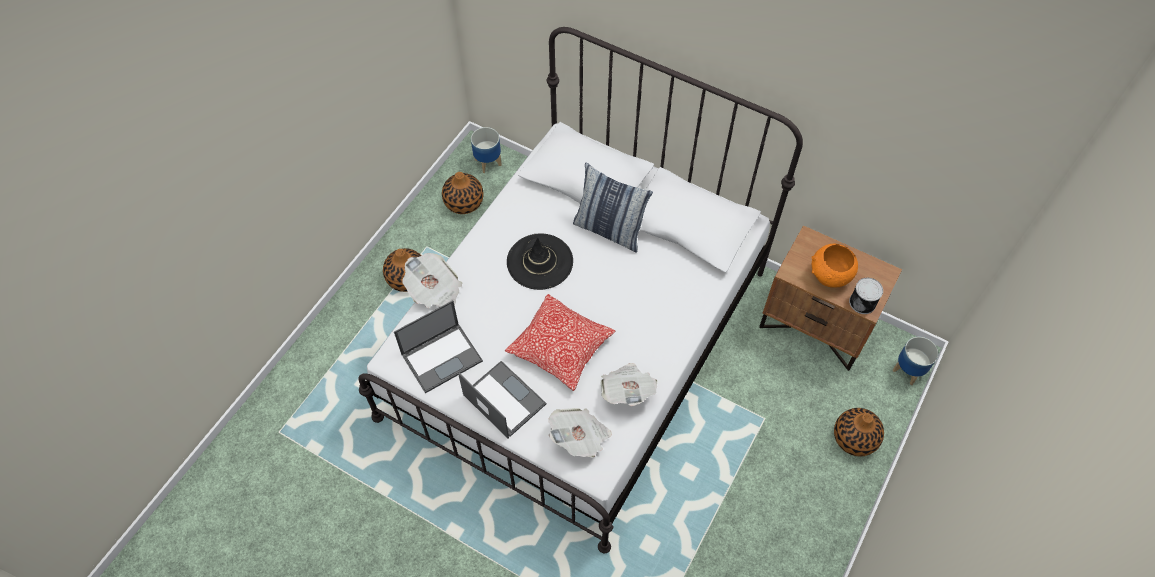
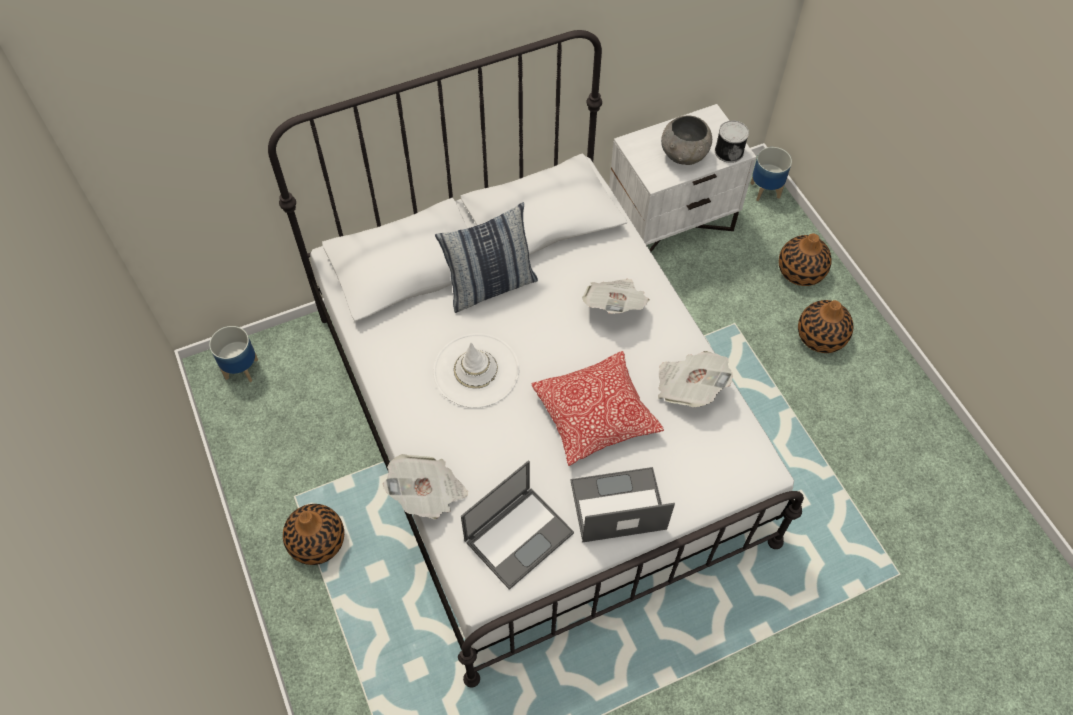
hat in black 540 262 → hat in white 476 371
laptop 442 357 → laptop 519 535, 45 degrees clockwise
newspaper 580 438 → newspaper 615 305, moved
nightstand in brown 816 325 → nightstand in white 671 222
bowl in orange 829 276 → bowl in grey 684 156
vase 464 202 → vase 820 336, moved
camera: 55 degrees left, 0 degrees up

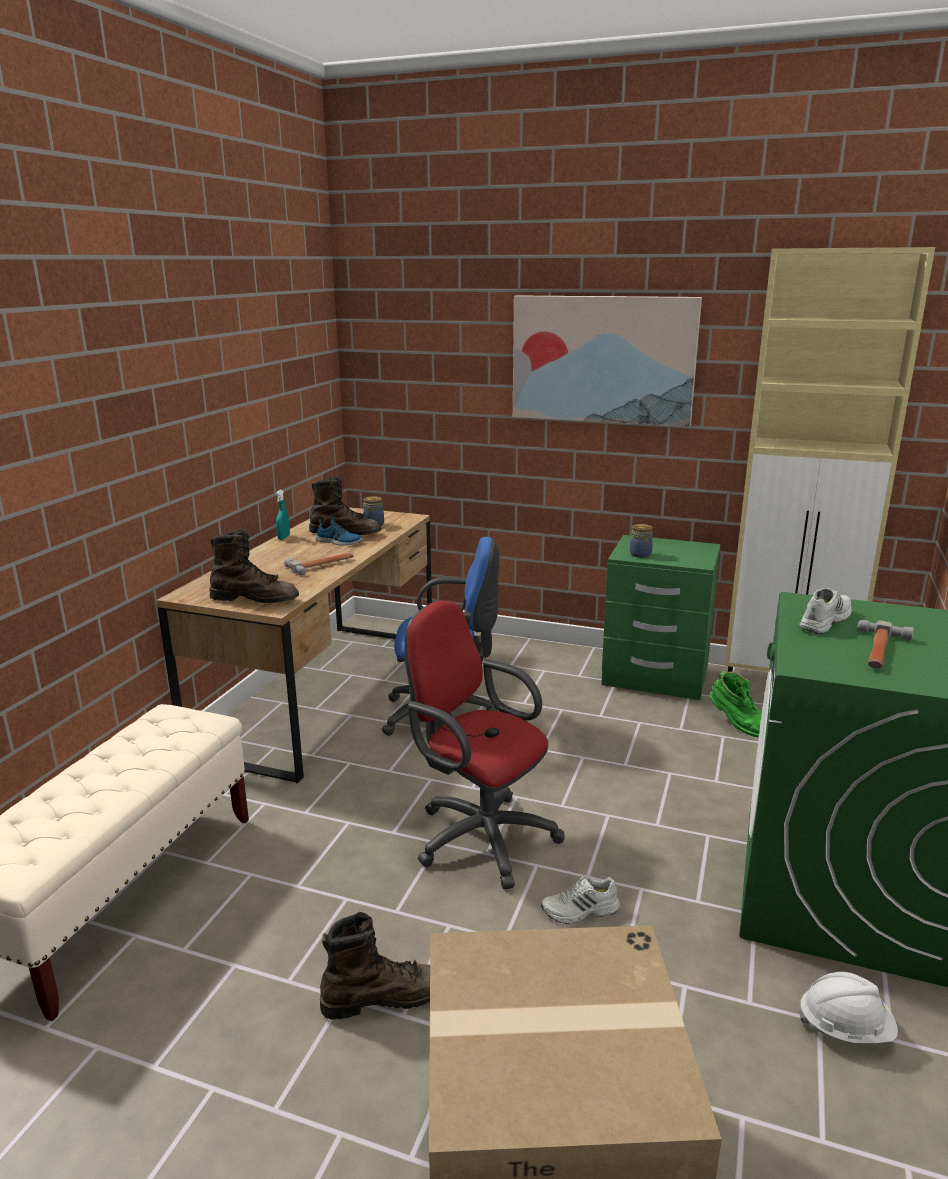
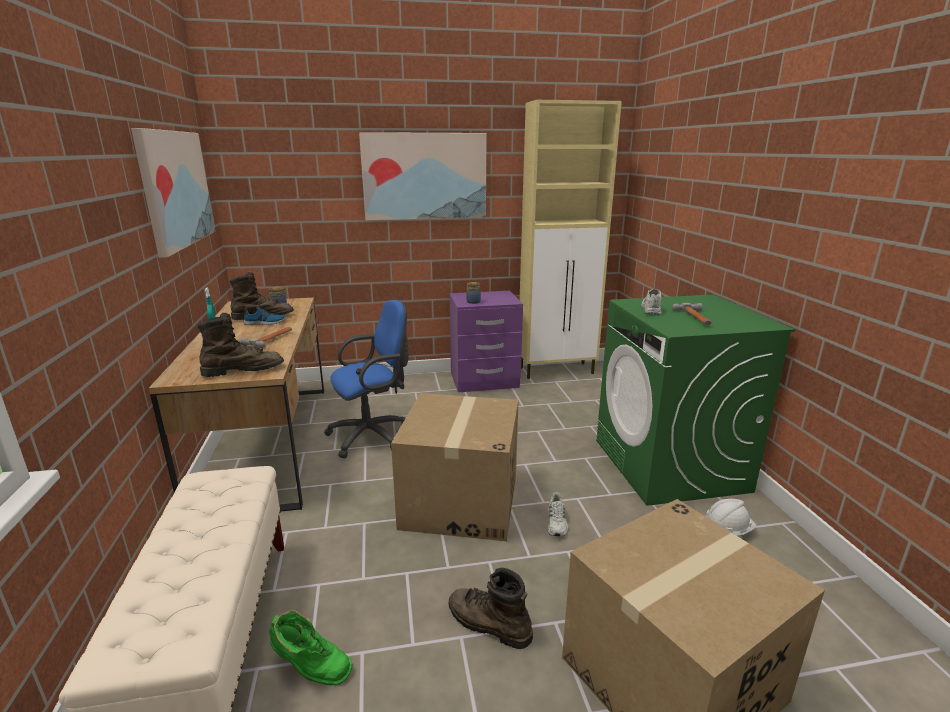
- → picture 175 188
boot in green 737 725 → boot in green 310 669, moved
office chair in red 479 835 → cardboard box 460 501
boot in brown 384 998 → boot in brown 488 624, 105 degrees counterclockwise
nightstand in green 655 677 → nightstand in purple 484 381
shoe in white 580 911 → shoe in white 557 523, 45 degrees counterclockwise
camera: 30 degrees left, 0 degrees up

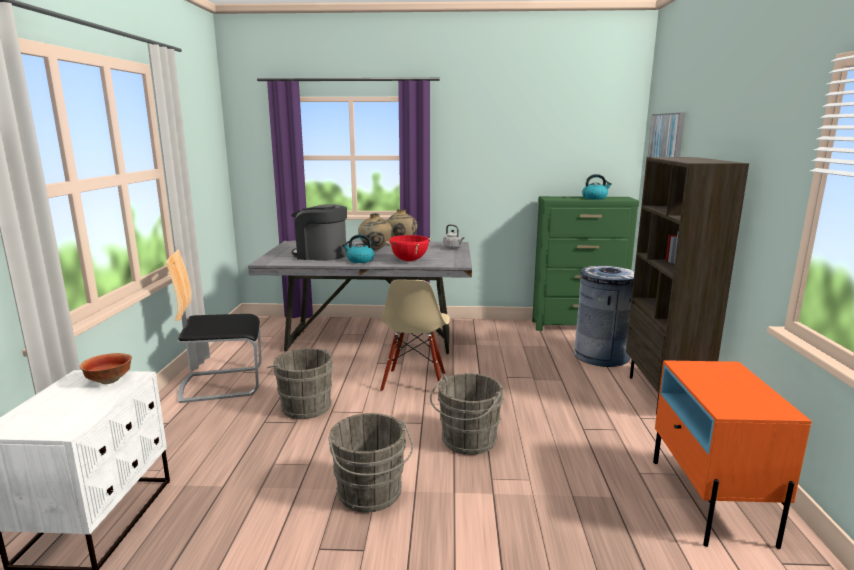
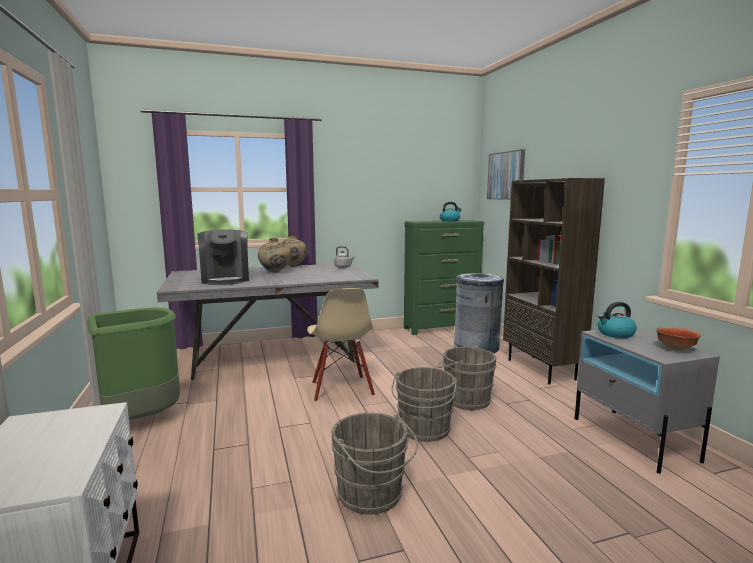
chair 222 384 → trash can in green 140 420
coffee machine 321 255 → coffee machine 226 279, 105 degrees counterclockwise
bucket in grey 304 406 → bucket in grey 464 399, moved
nightstand in orange 710 500 → nightstand in grey 634 439
kettle 359 260 → kettle 615 334, moved
bowl 109 380 → bowl 675 348, moved
cooking pot in red 409 260 → -
camera: 20 degrees left, 5 degrees down

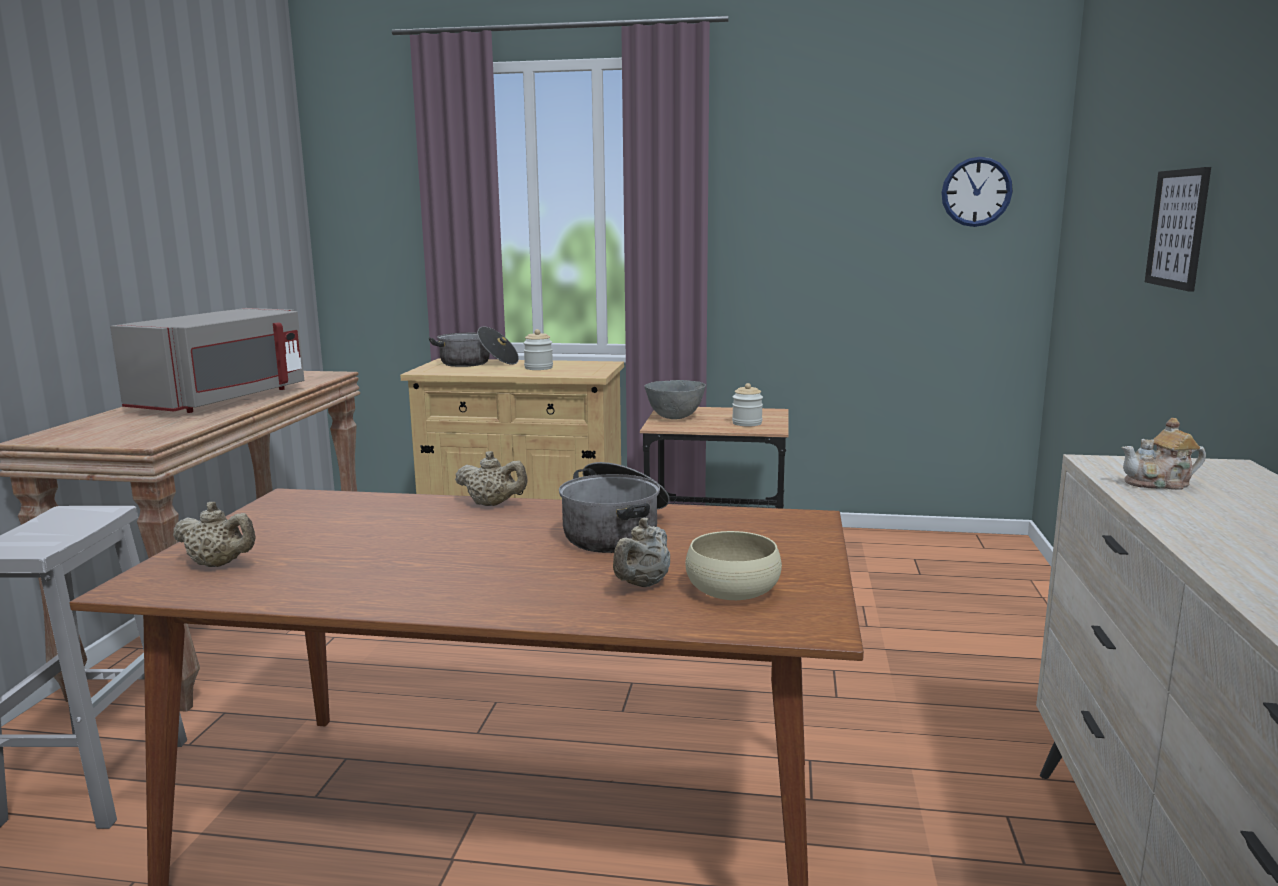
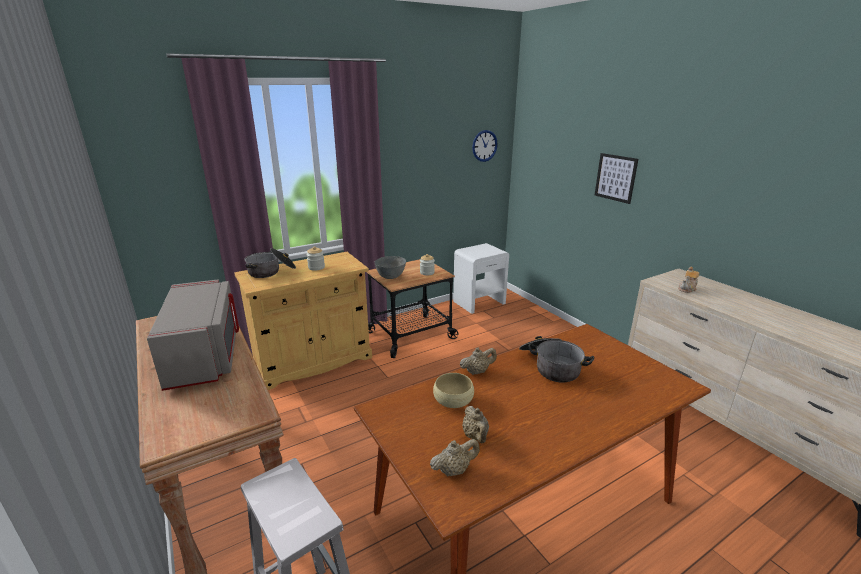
bowl in beige 732 590 → bowl in beige 453 400, moved
- → nightstand in white 479 302
teapot in beige 642 584 → teapot in beige 475 436, moved
camera: 40 degrees left, 10 degrees up

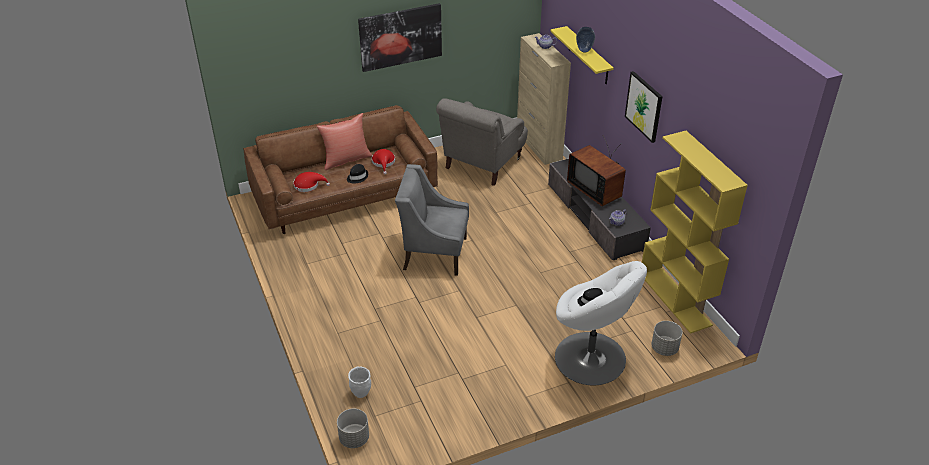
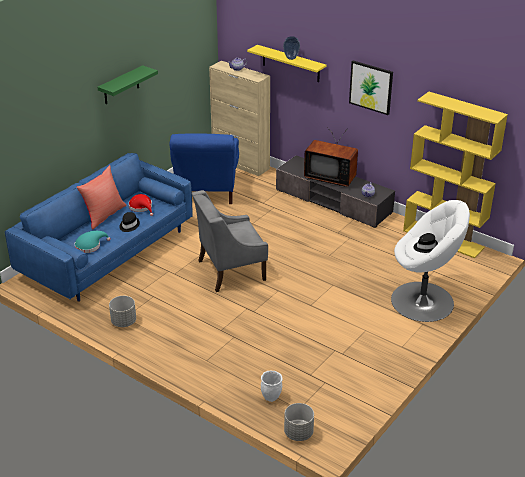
sofa in brown 344 196 → sofa in blue 107 252
hat in red 308 185 → hat in turquoise 90 246
picture 400 37 → shelf in green 121 85
planter in grey 664 348 → planter in grey 124 322, moved
armchair in grey 482 164 → armchair in blue 206 191
camera: 30 degrees left, 5 degrees down

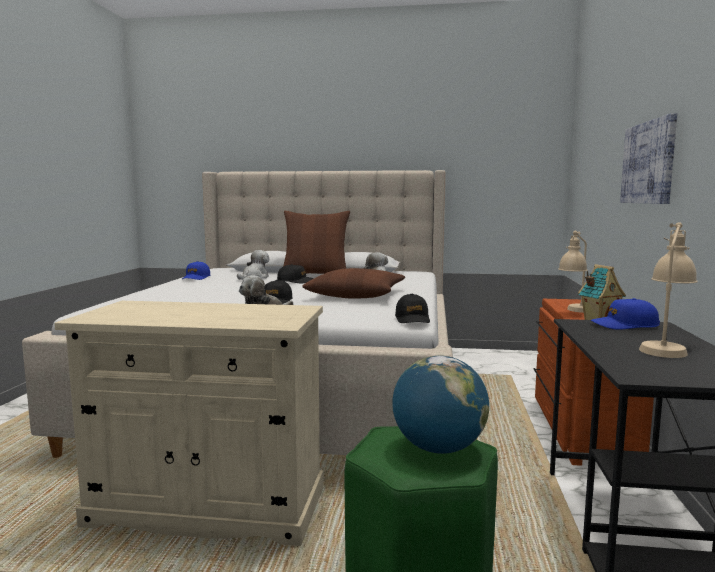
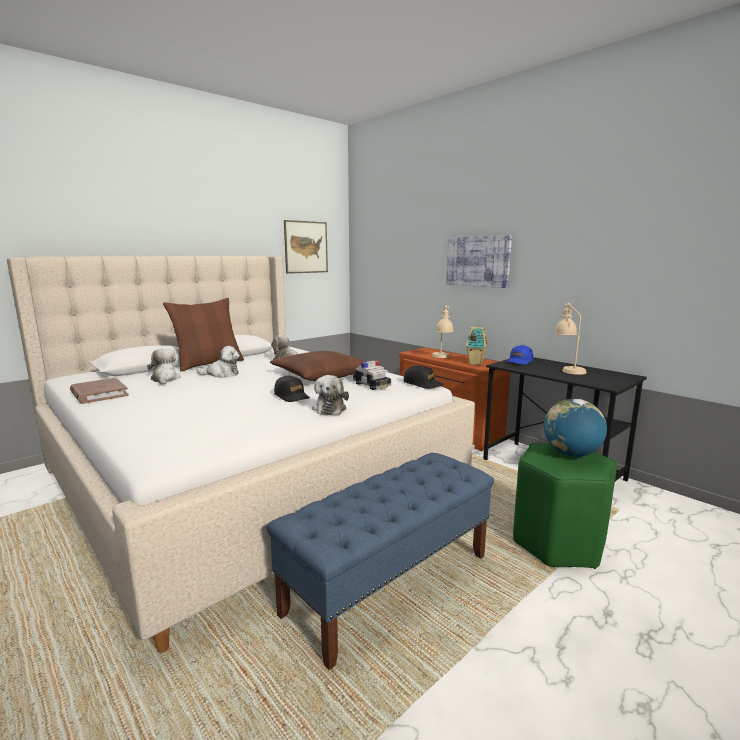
cap in blue 196 278 → book in brown 99 394
cap in black 296 281 → plush toy 222 374
cabinet in beige 207 507 → bench in blue 390 583
- → picture 306 247
- → toy car 371 385
camera: 50 degrees left, 5 degrees up

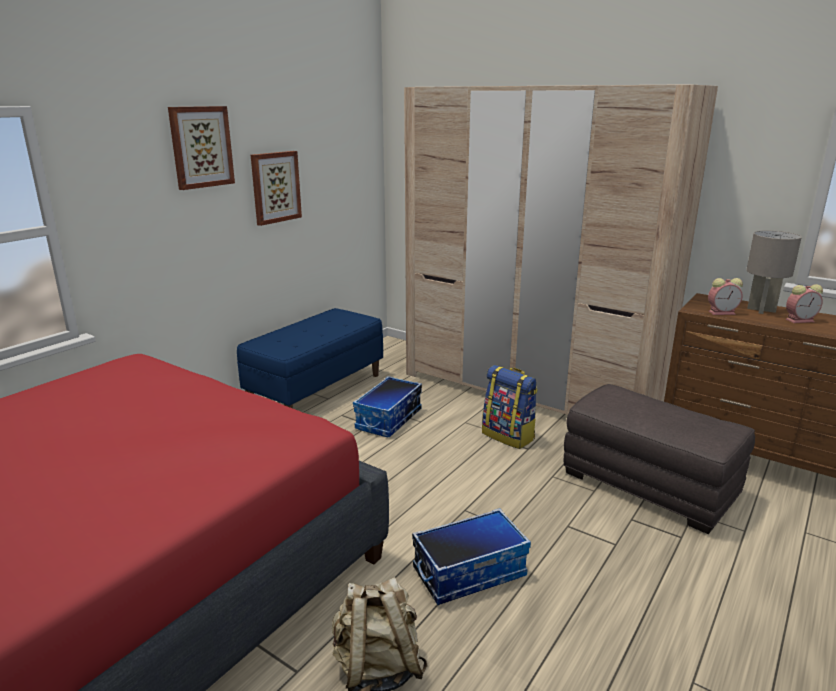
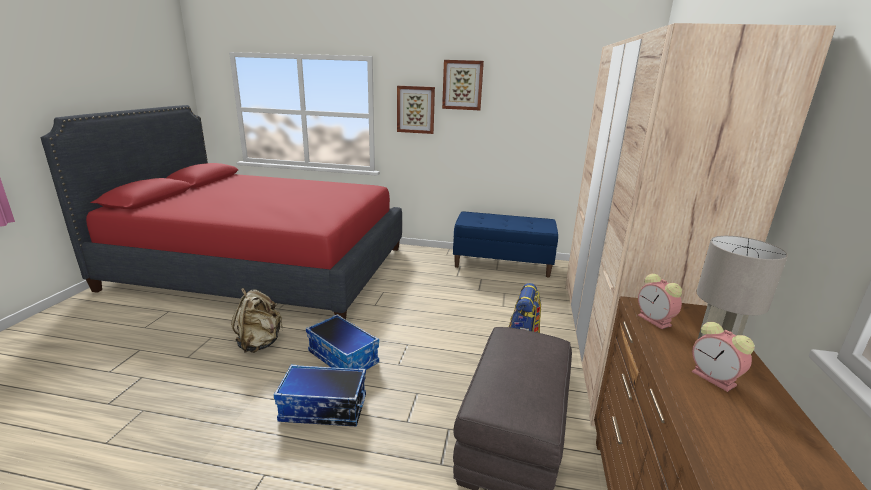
storage box 389 419 → storage box 323 409, moved
picture 275 187 → picture 415 109, moved
camera: 65 degrees right, 0 degrees up

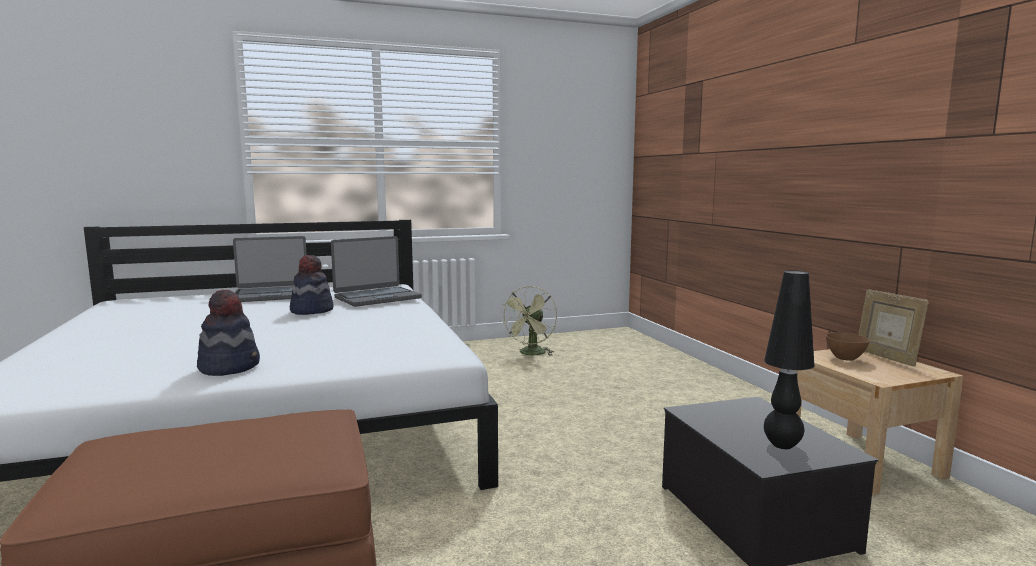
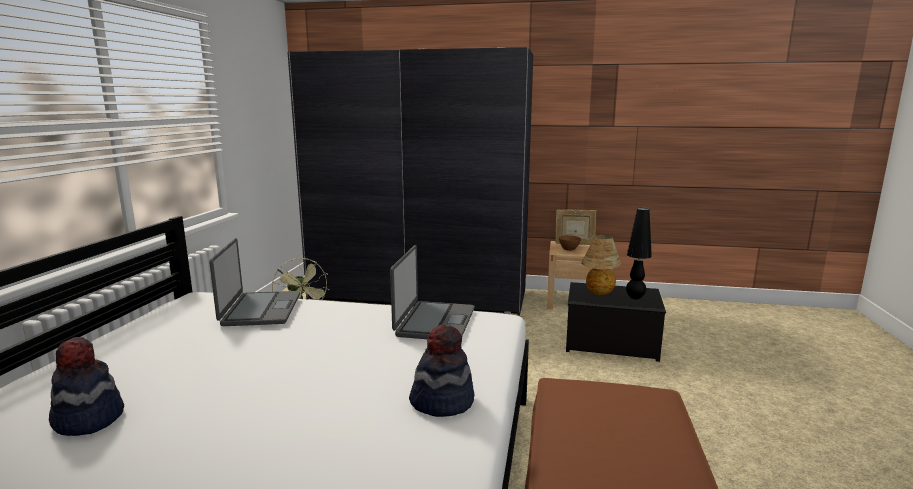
hat 311 310 → hat 88 419, moved
- → wardrobe in grey 418 295
laptop 272 295 → laptop 434 322, moved
- → table lamp 599 294
camera: 60 degrees left, 5 degrees up

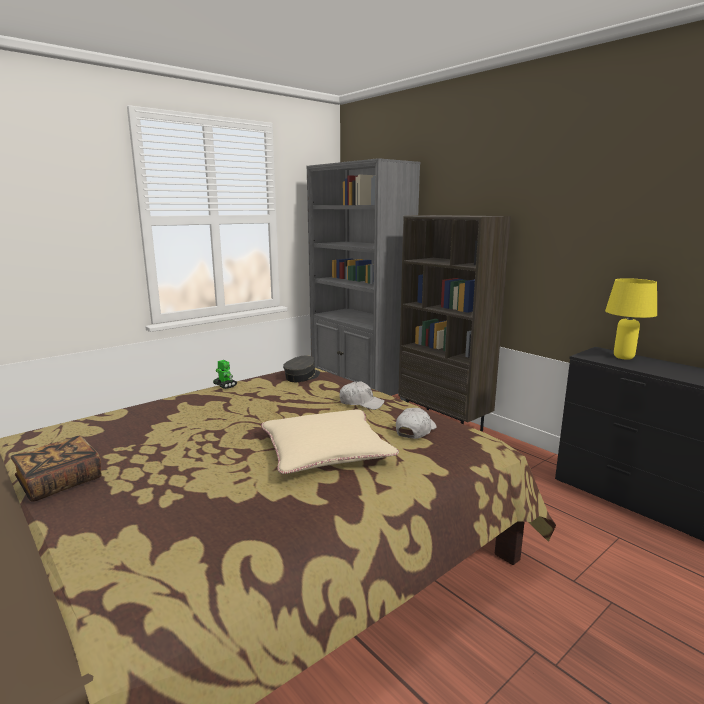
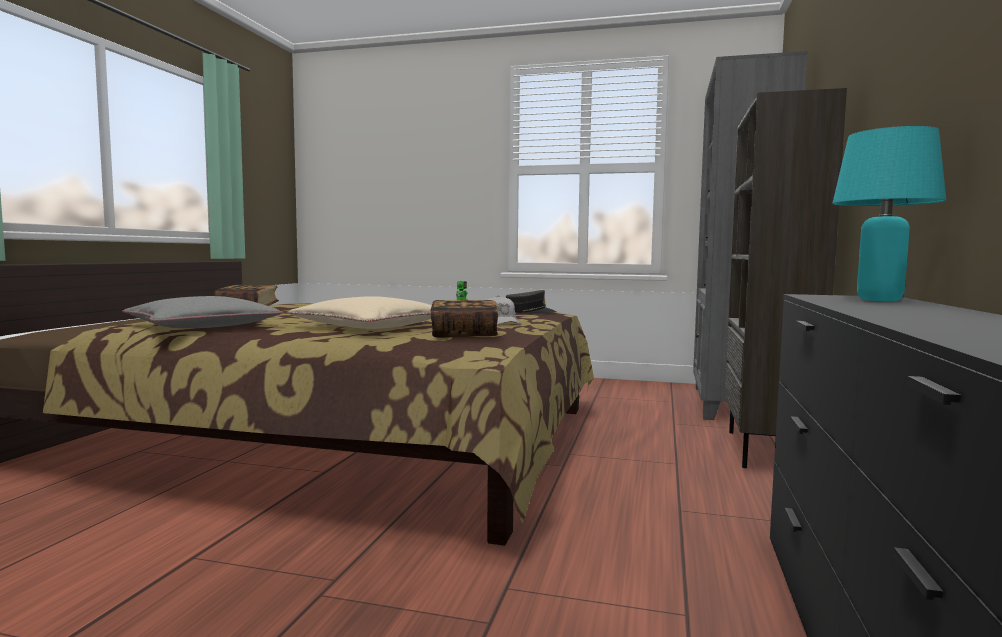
- → pillow in grey 204 326
cap in white 415 430 → book 464 335
table lamp in yellow 623 357 → table lamp in turquoise 878 300
camera: 55 degrees right, 10 degrees down

